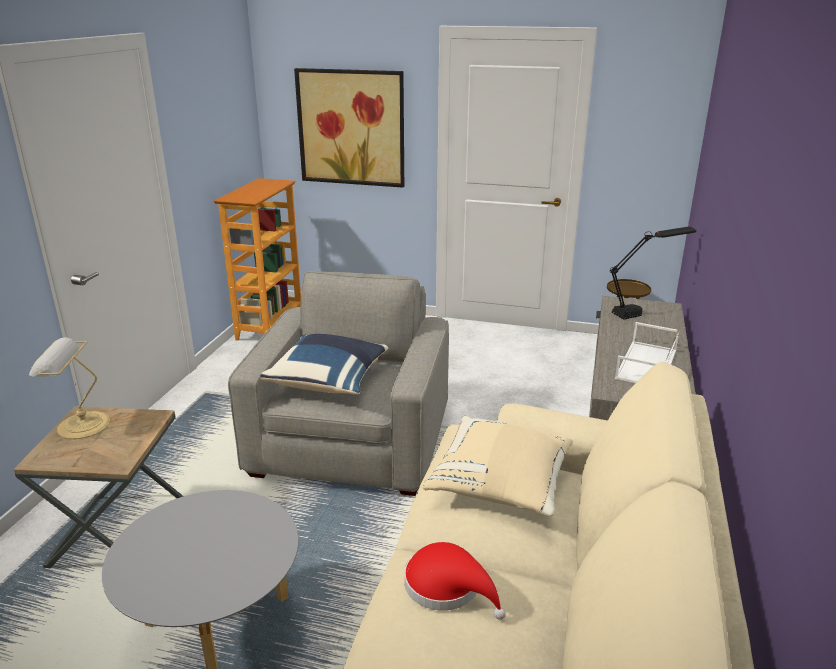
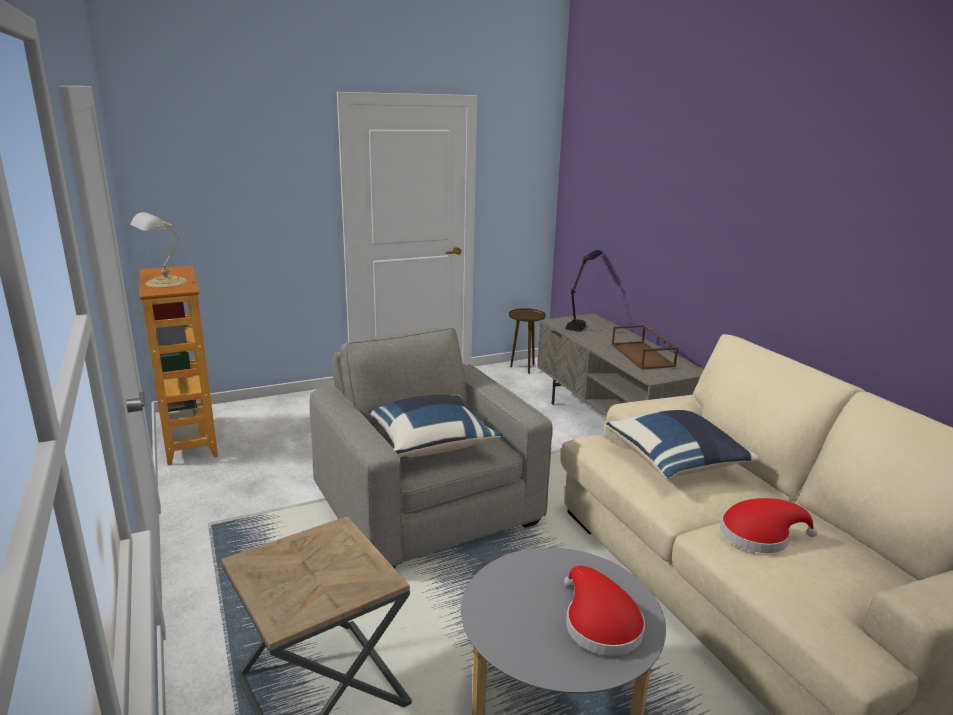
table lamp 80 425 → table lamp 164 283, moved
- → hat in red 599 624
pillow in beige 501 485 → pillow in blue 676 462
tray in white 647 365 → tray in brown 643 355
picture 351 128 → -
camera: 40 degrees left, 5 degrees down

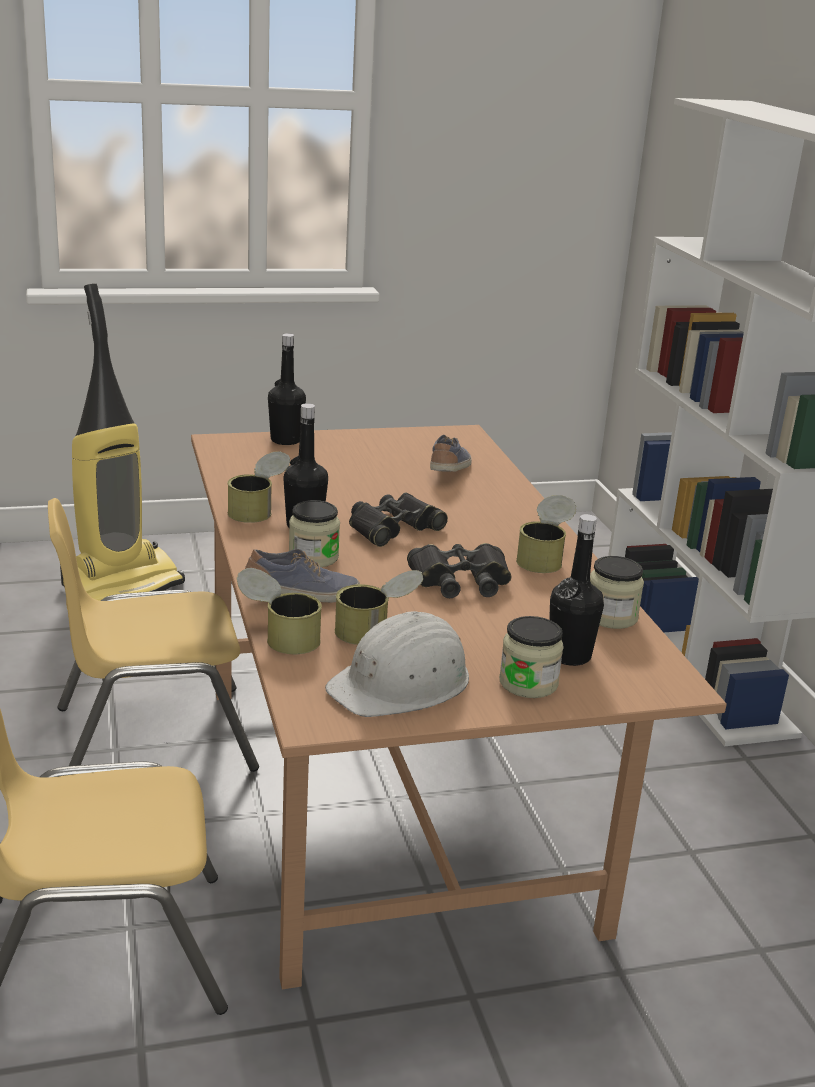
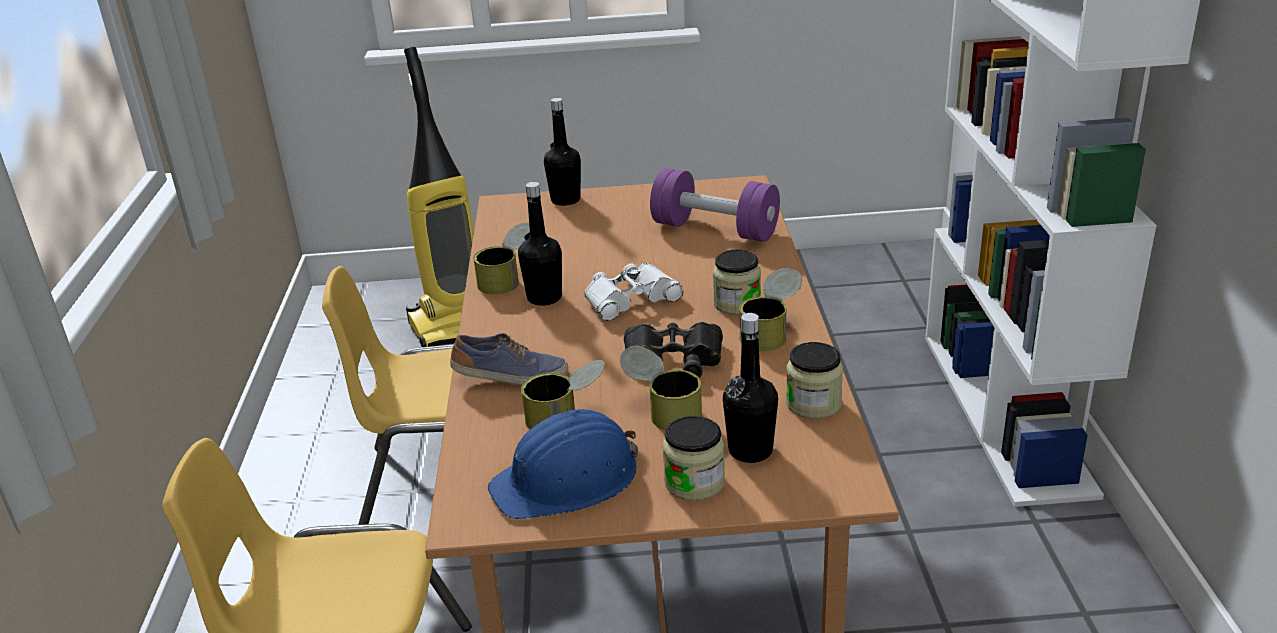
hard hat in white 402 683 → hard hat in blue 568 480
binoculars in black 393 528 → binoculars in white 630 299
can 279 636 → can 663 411, moved
shoe 450 470 → dumbbell in purple 715 229
jar 313 557 → jar 737 303, moved
camera: 15 degrees right, 5 degrees up

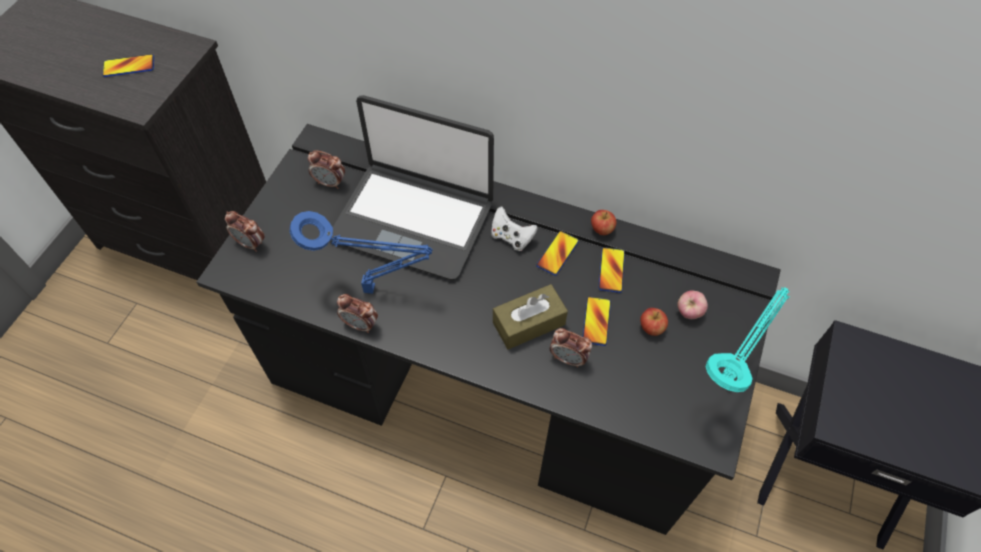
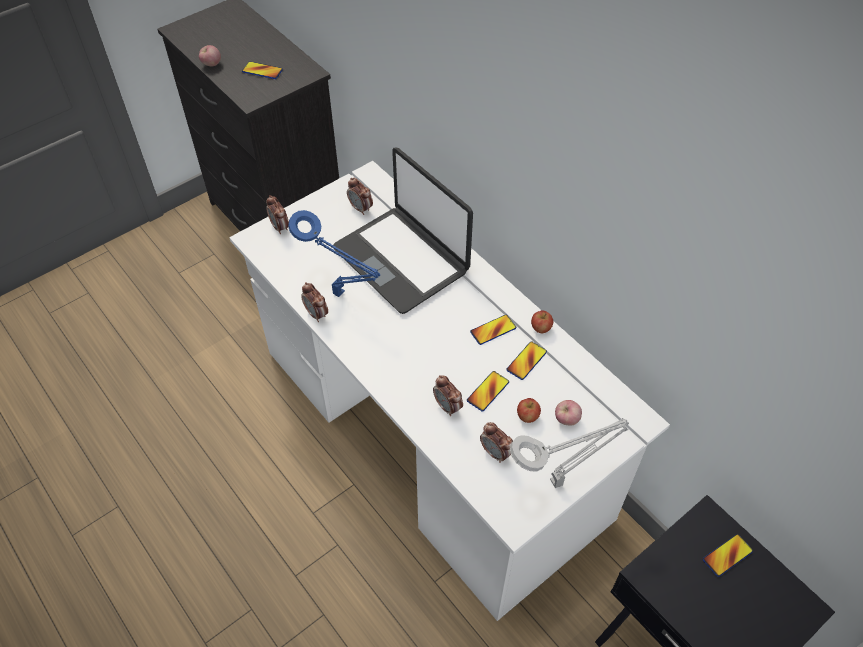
- → apple 211 64
desk in black 490 381 → desk in white 432 432
- → alarm clock 495 453
table lamp in turquoise 726 379 → table lamp in grey 560 481
- → phone 727 555
game controller in white 511 237 → -
tissue box in brown 528 323 → -
camera: 30 degrees right, 5 degrees down

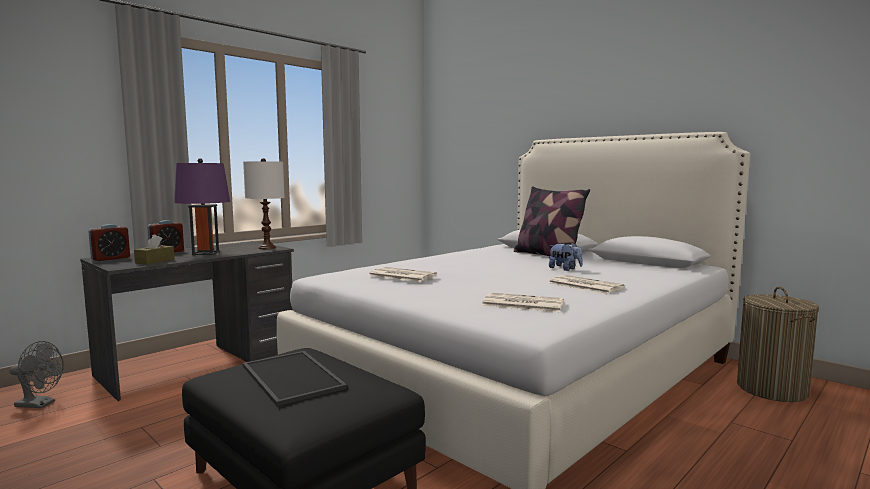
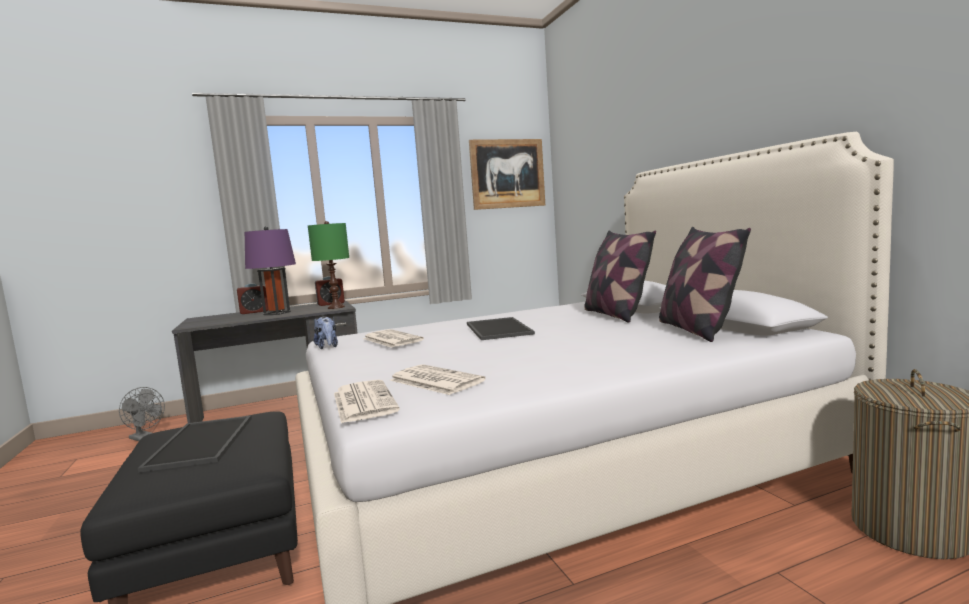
table lamp in white 267 248 → table lamp in green 336 307
plush toy 565 269 → plush toy 327 347, moved
alarm clock 111 258 → alarm clock 331 304, moved
newspaper 584 285 → newspaper 363 401, moved
- → tray 500 329
- → picture 507 174
- → pillow 697 330
tissue box in brown 155 261 → -
camera: 25 degrees right, 0 degrees up

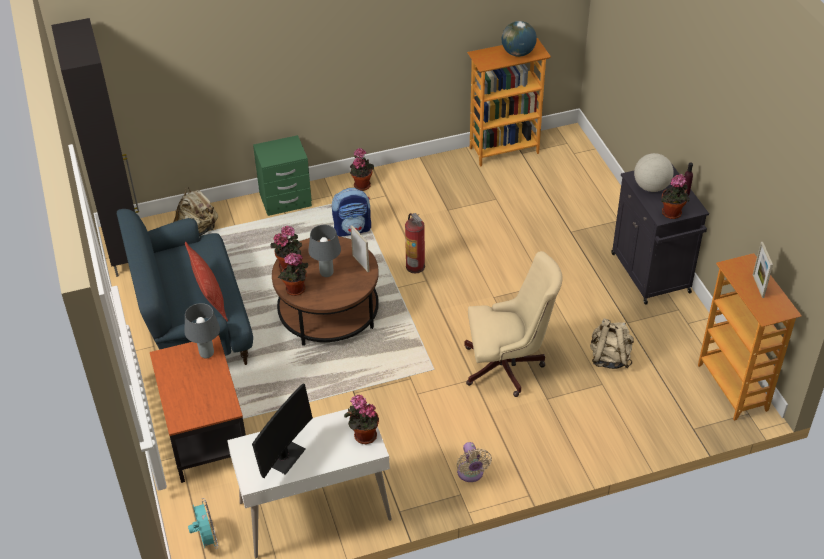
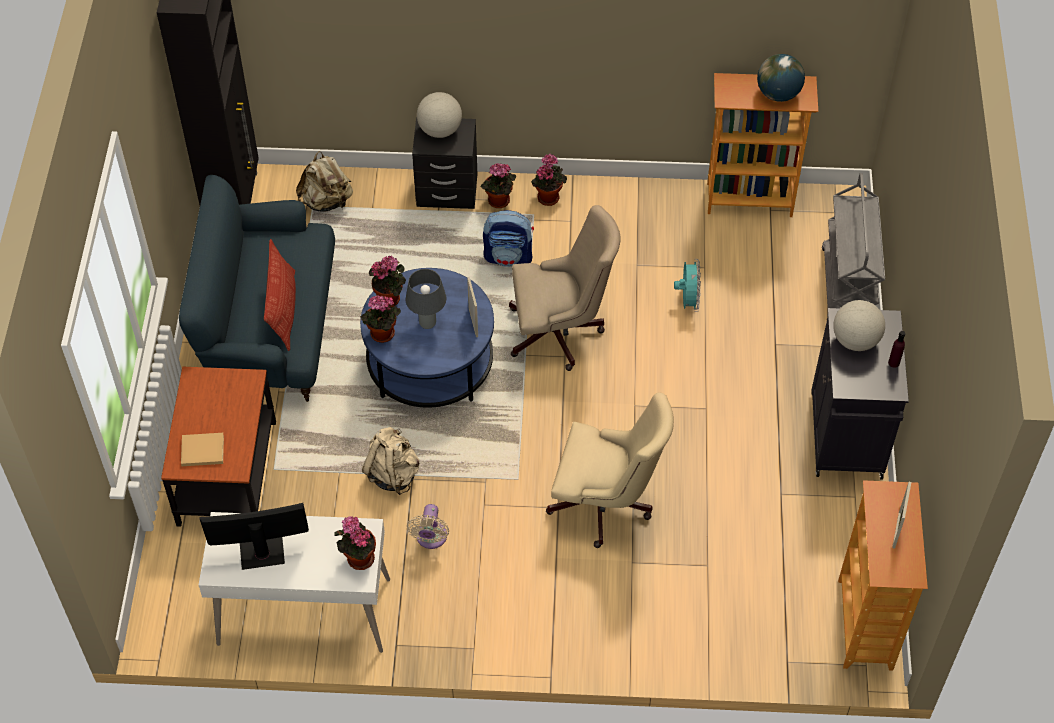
- → book in beige 201 450
monitor 284 456 → monitor 262 553, 150 degrees counterclockwise
coffee table in brown 328 312 → coffee table in blue 430 362
backpack in beige 609 358 → backpack in beige 393 474, moved
fan in beige 471 474 → fan in beige 431 538, moved
nightstand in green 285 200 → nightstand in black 447 190
- → globe 440 130
potted plant 672 214 → potted plant 498 202, moved
fire extinguisher 415 266 → office chair in beige 560 333
fan in turquoise 206 539 → fan in turquoise 687 301, moved
- → cart in grey 847 290
table lamp in grey 207 354 → -
camera: 20 degrees right, 10 degrees up

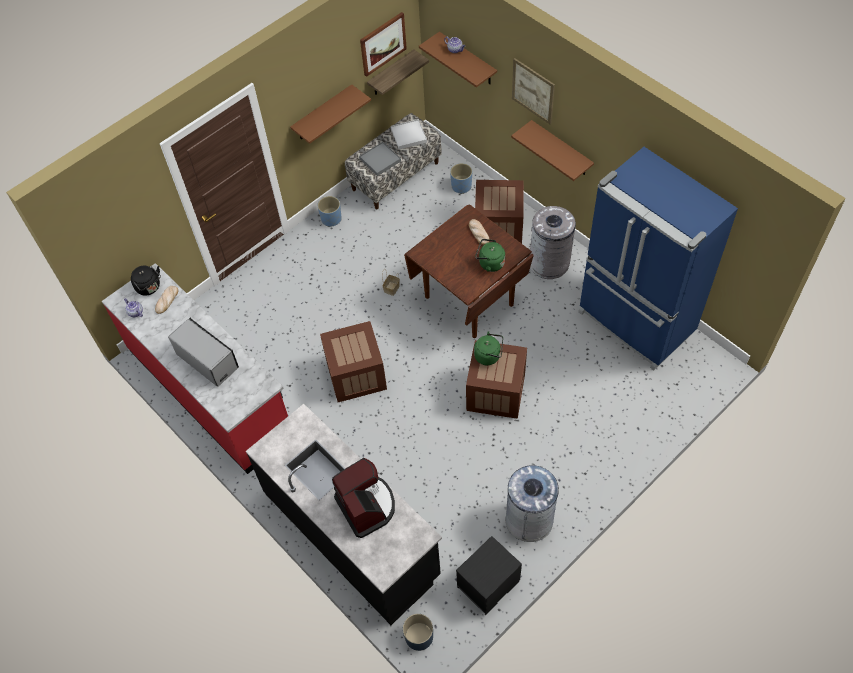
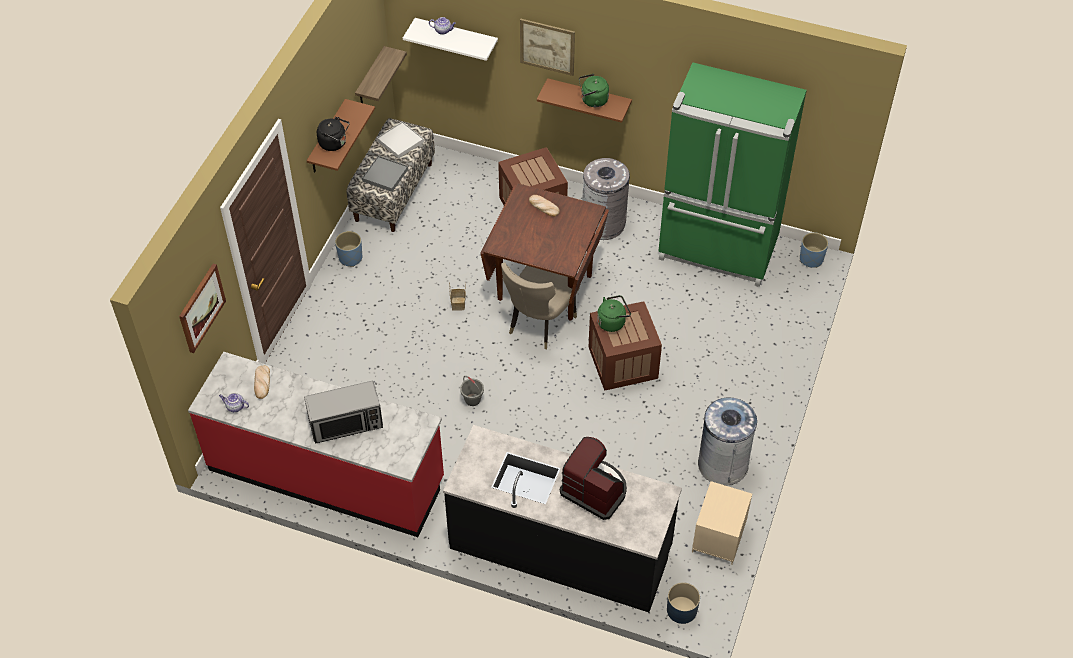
picture 382 43 → picture 201 307, moved
microwave 207 360 → microwave 346 423, 150 degrees clockwise
kettle in black 149 288 → kettle in black 334 143, moved
shelf in brown 467 59 → shelf in white 456 37
crate 356 375 → bucket in grey 472 399
- → chair in beige 538 325
kettle in green 489 263 → kettle in green 592 100, moved
fridge in blue 635 323 → fridge in green 718 250
nightstand in black 488 585 → nightstand in beige 719 538
planter in blue 461 186 → planter in blue 811 259, moved
camera: 30 degrees left, 5 degrees down

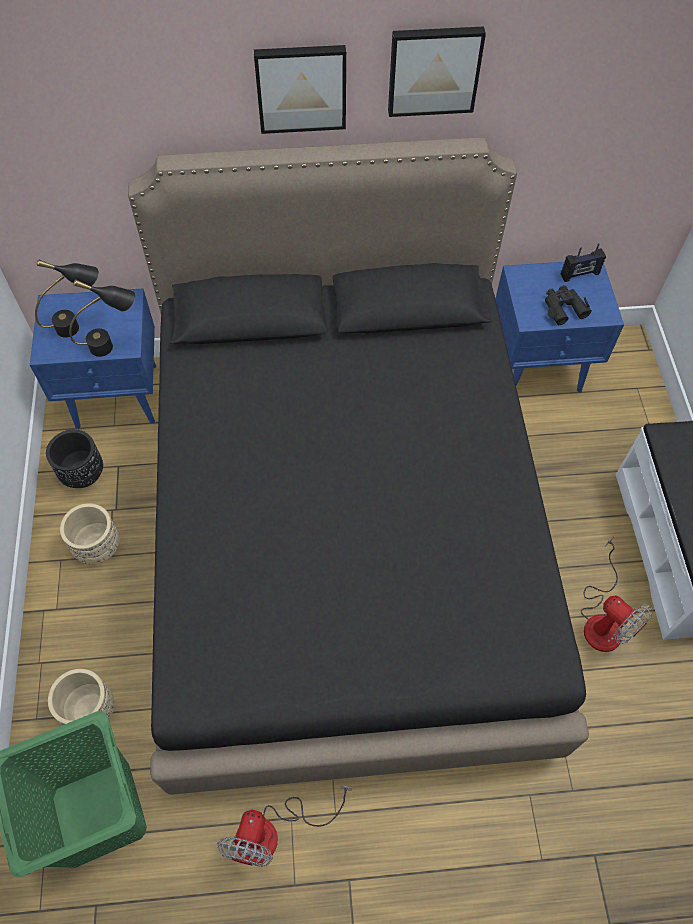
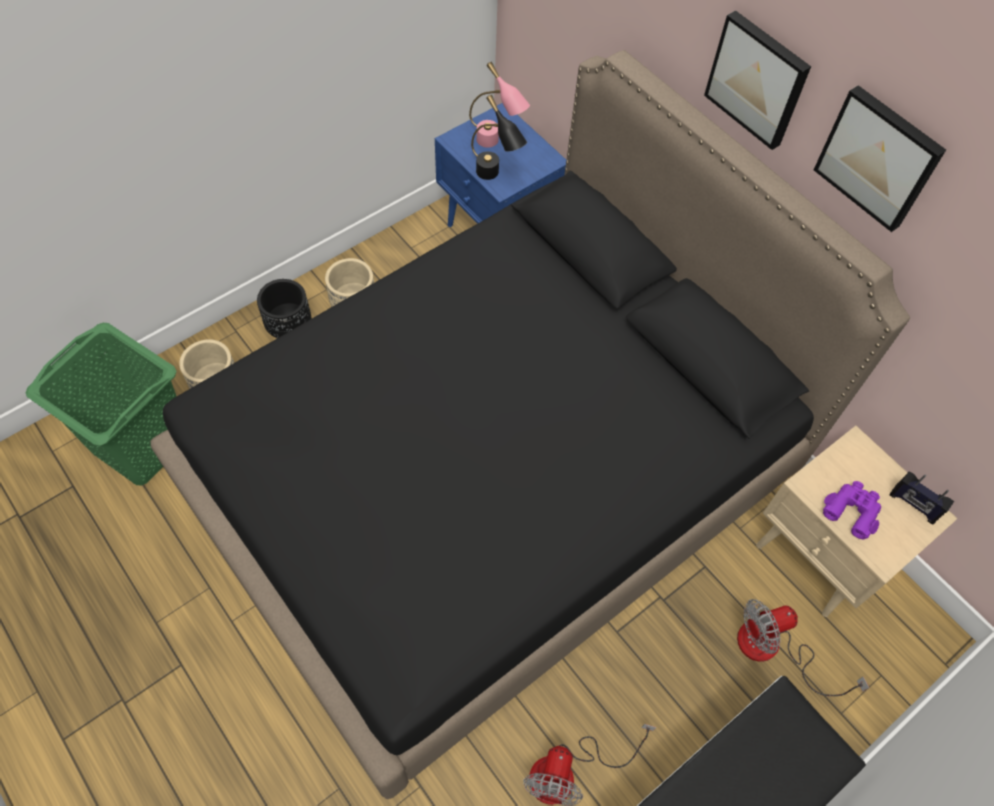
planter in black 83 474 → planter in black 289 327, moved
table lamp in black 79 326 → table lamp in pink 495 145
fan 272 832 → fan 773 650, moved
nightstand in blue 539 367 → nightstand in beige 820 557
binoculars in black 563 308 → binoculars in purple 852 510
camera: 55 degrees right, 0 degrees up

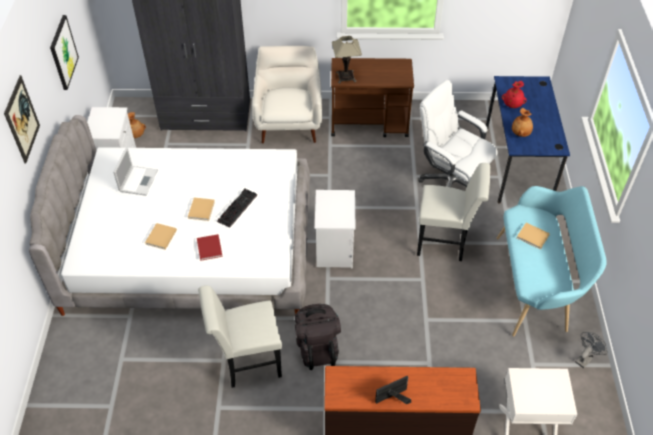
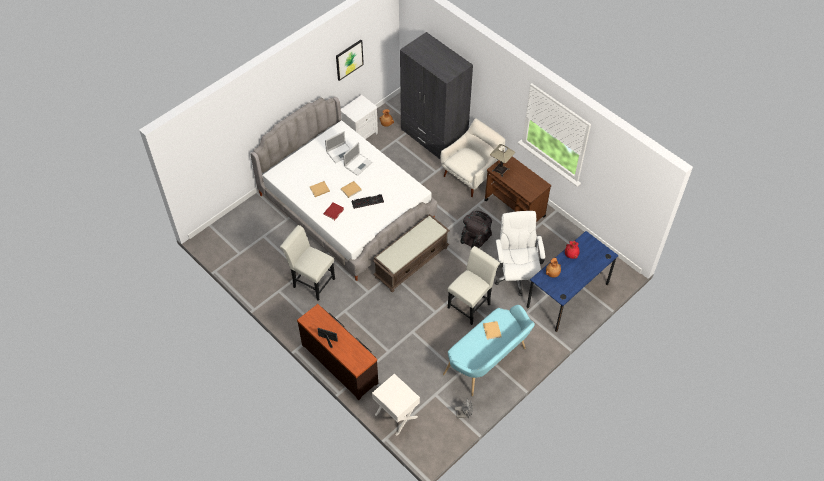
- → laptop 358 164
nightstand in white 333 249 → bench in brown 411 262
chair in white 445 242 → chair in white 471 304, 105 degrees counterclockwise
backpack in black 317 347 → backpack in black 476 238, moved
picture 22 119 → -
camera: 45 degrees right, 5 degrees up

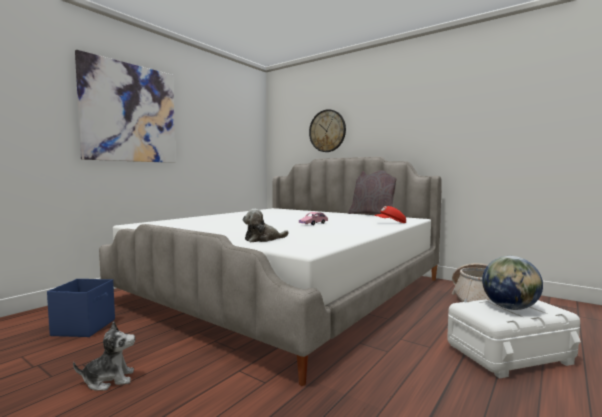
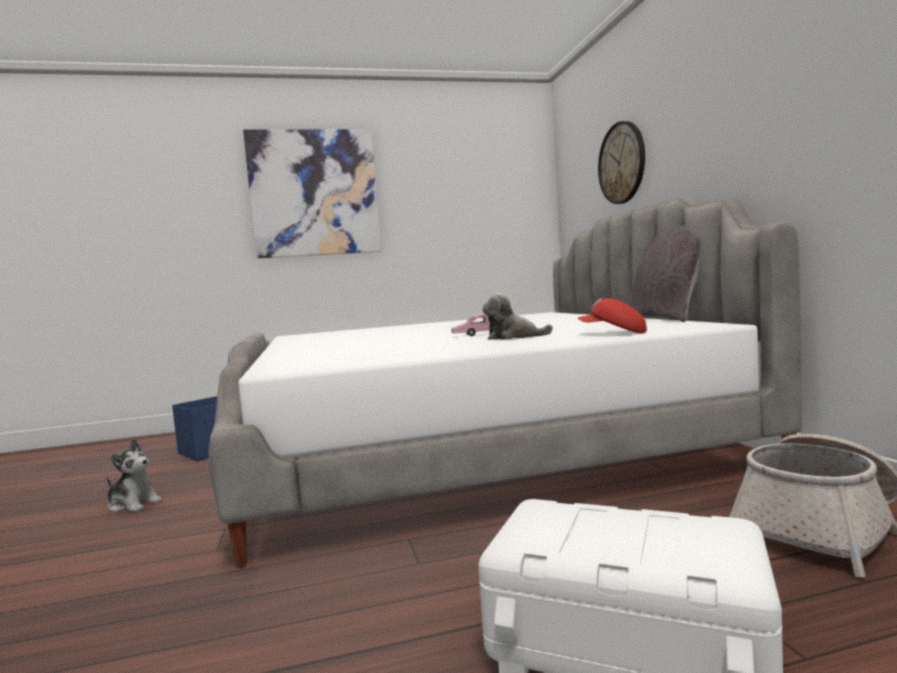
plush toy 263 239 → plush toy 513 337, moved
globe 510 308 → -
camera: 40 degrees right, 0 degrees up

